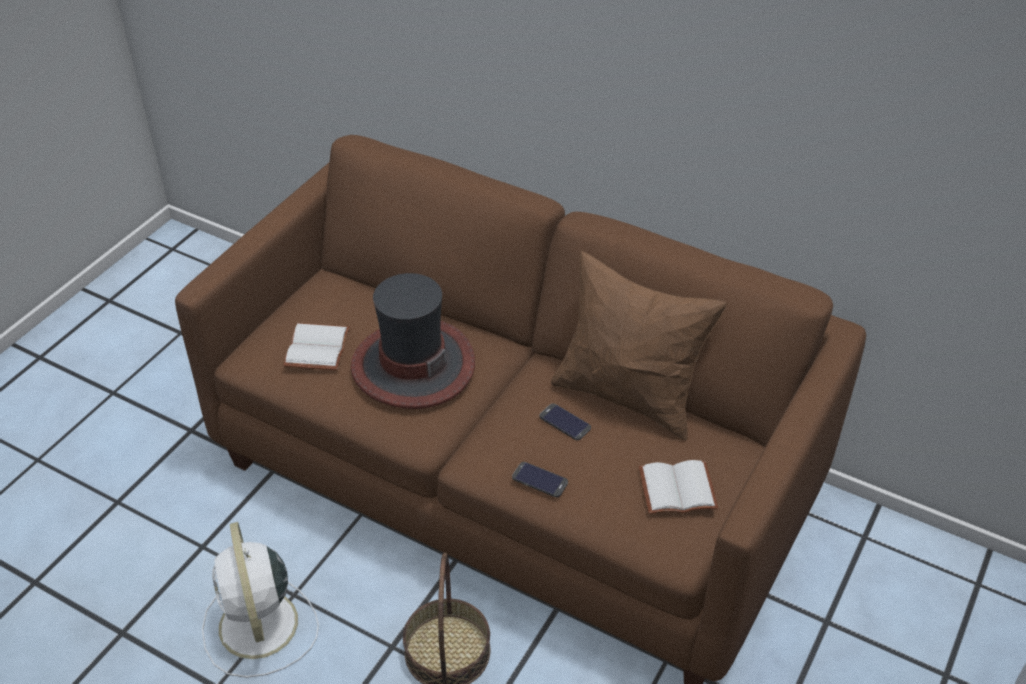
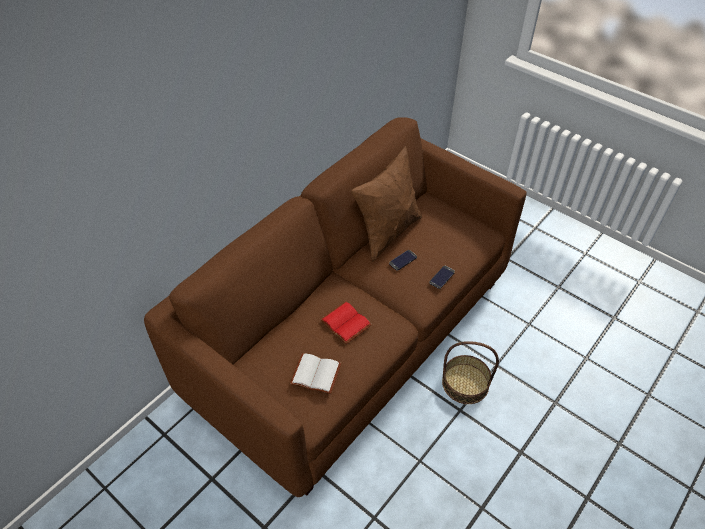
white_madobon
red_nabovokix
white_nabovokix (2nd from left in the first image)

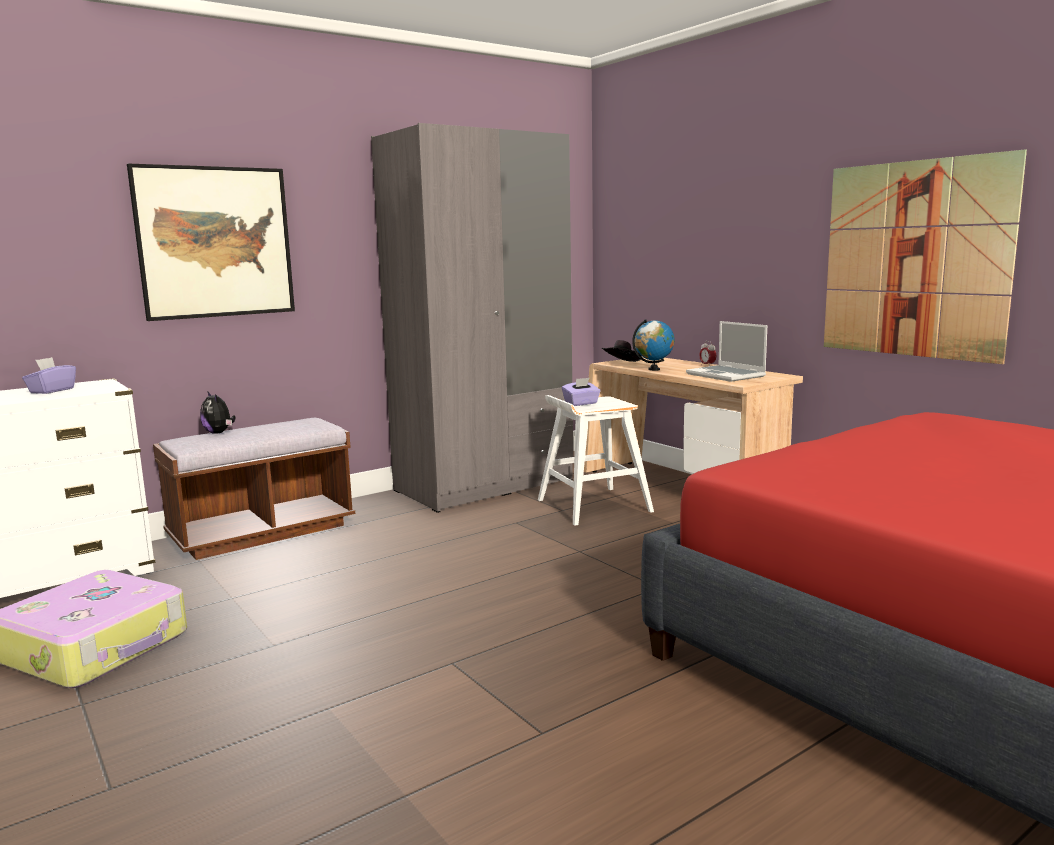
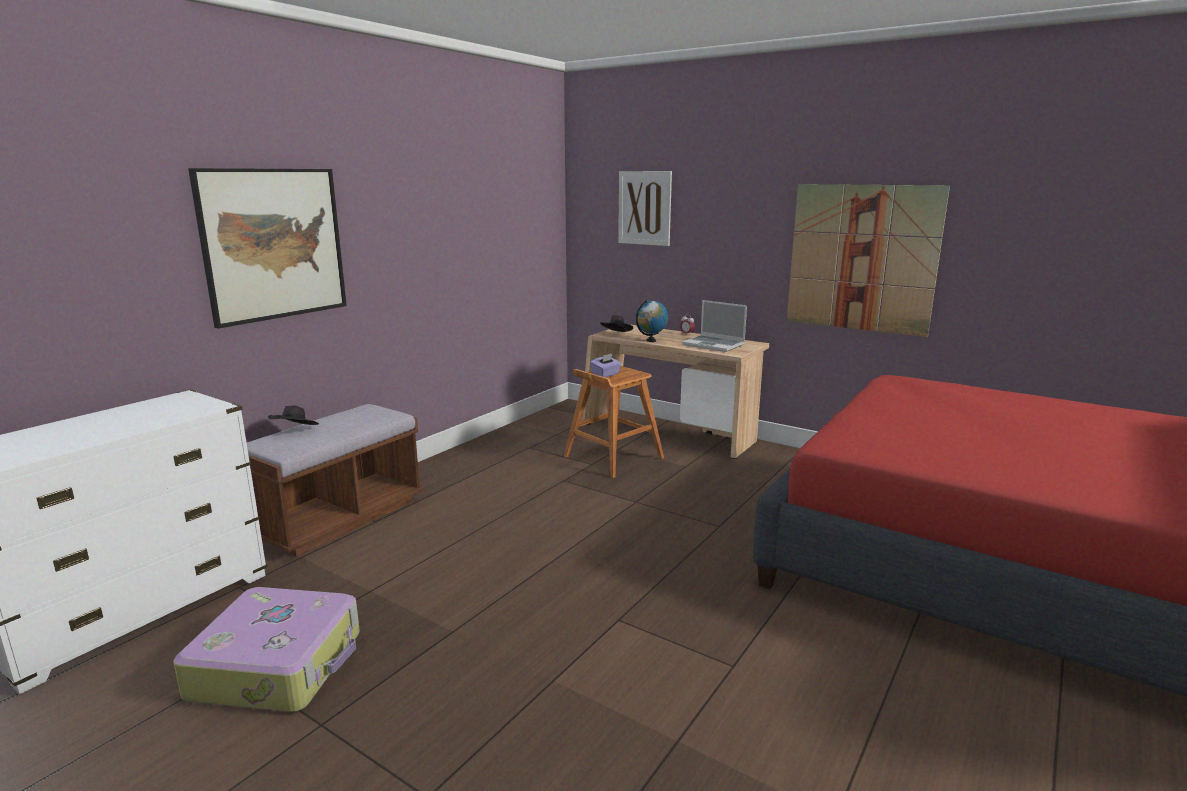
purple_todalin (1st from left in the first image)
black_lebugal (1st from left)
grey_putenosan
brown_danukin
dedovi (2nd from left)

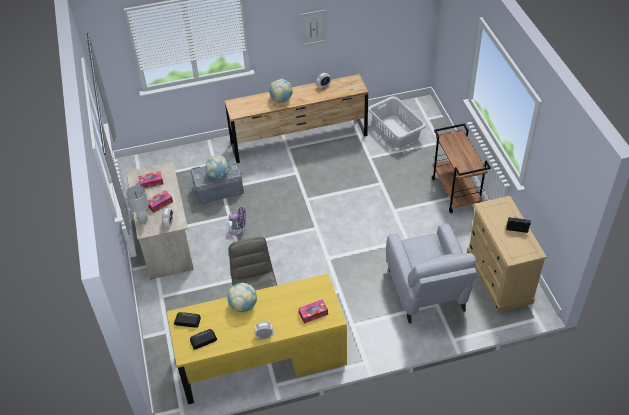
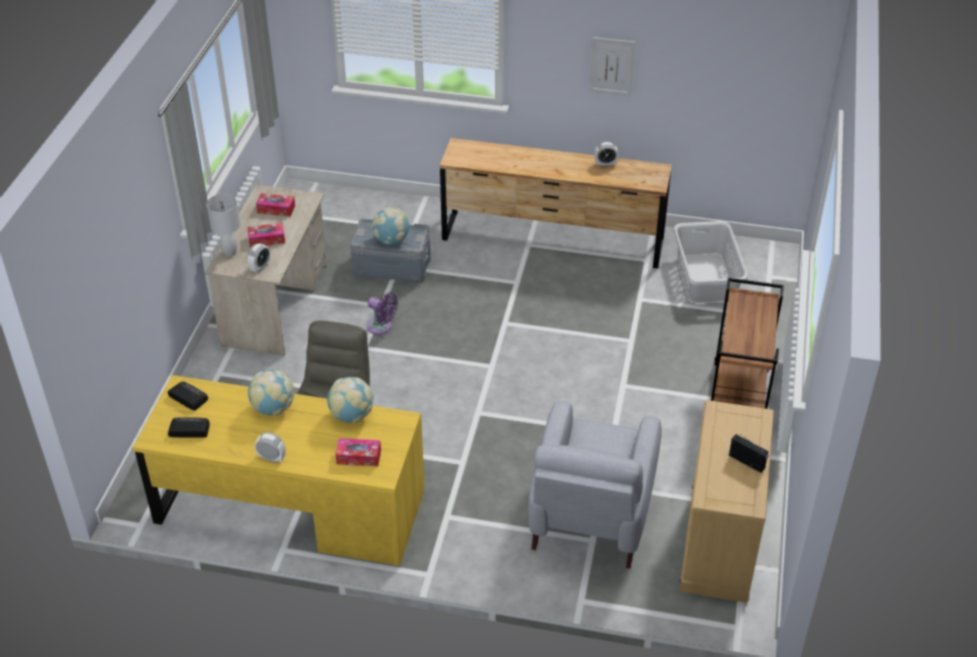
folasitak (2nd from left)

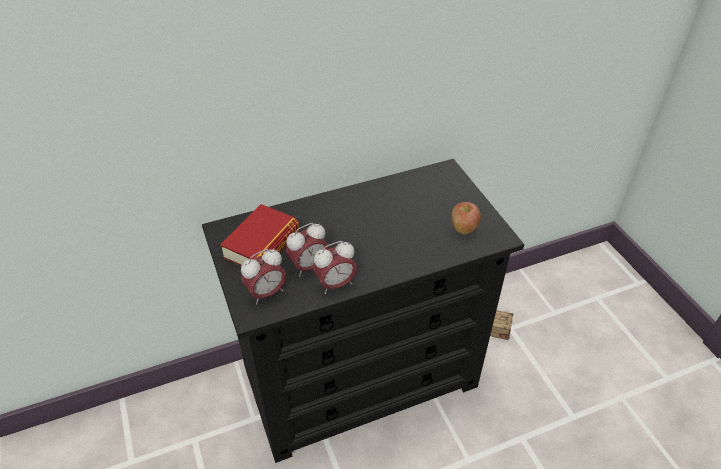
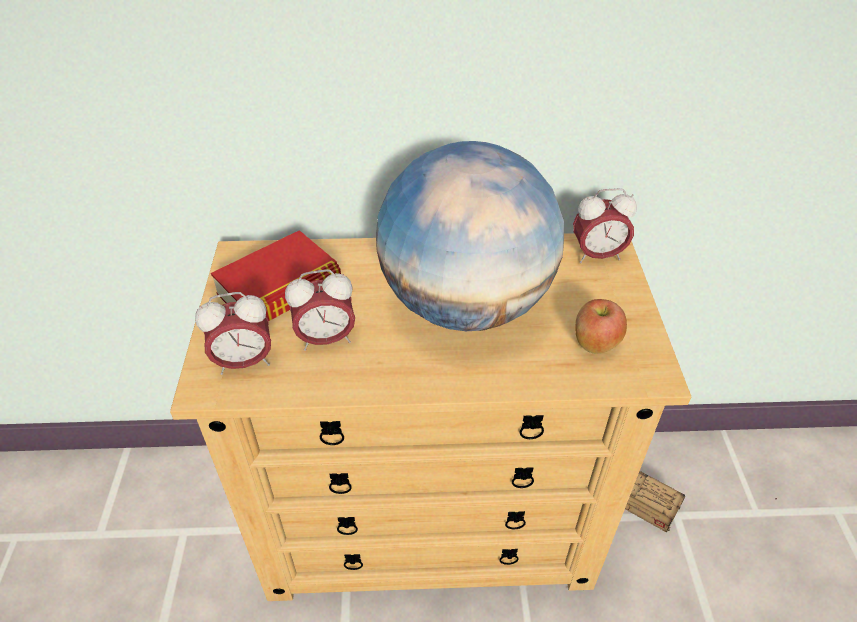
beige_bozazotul
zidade (3rd from left)
folasitak

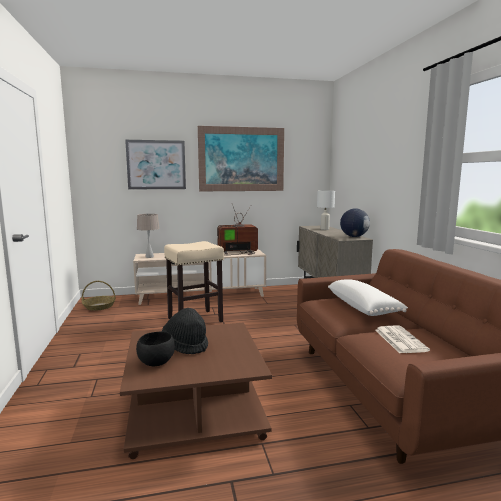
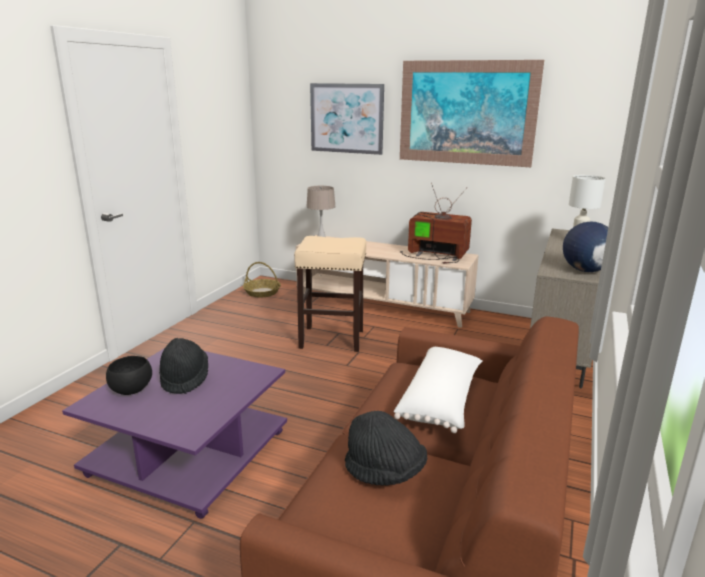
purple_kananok
black_lebugal (2nd from left)

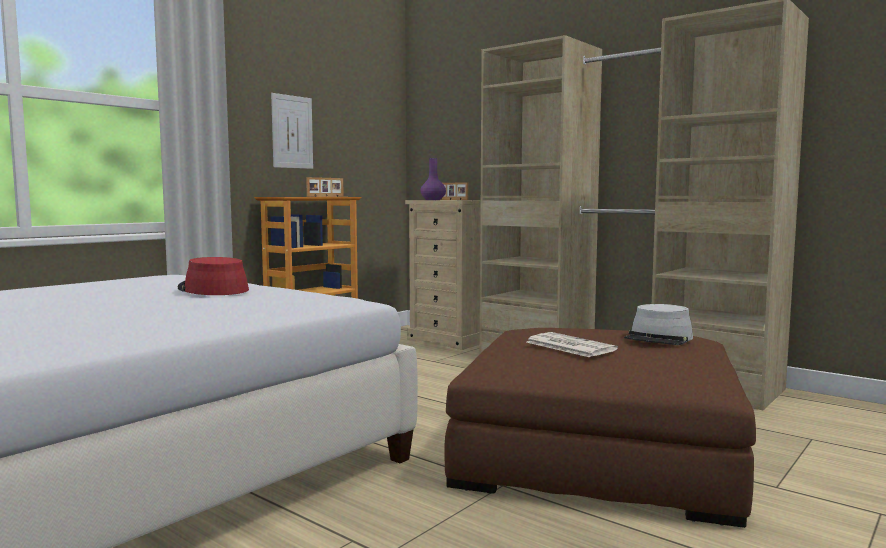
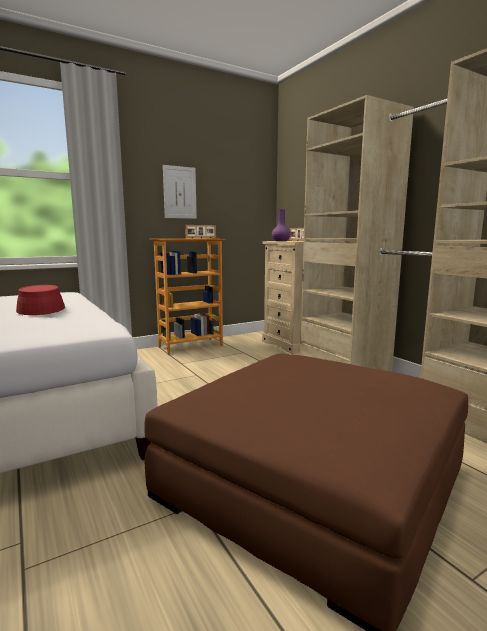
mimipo
grey_lebugal

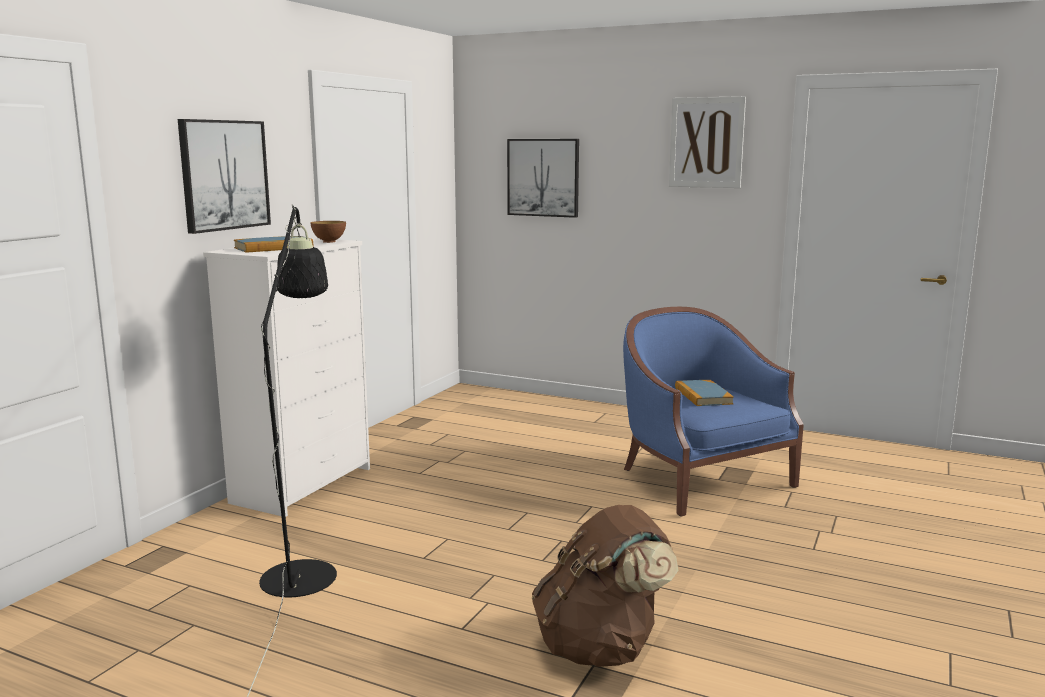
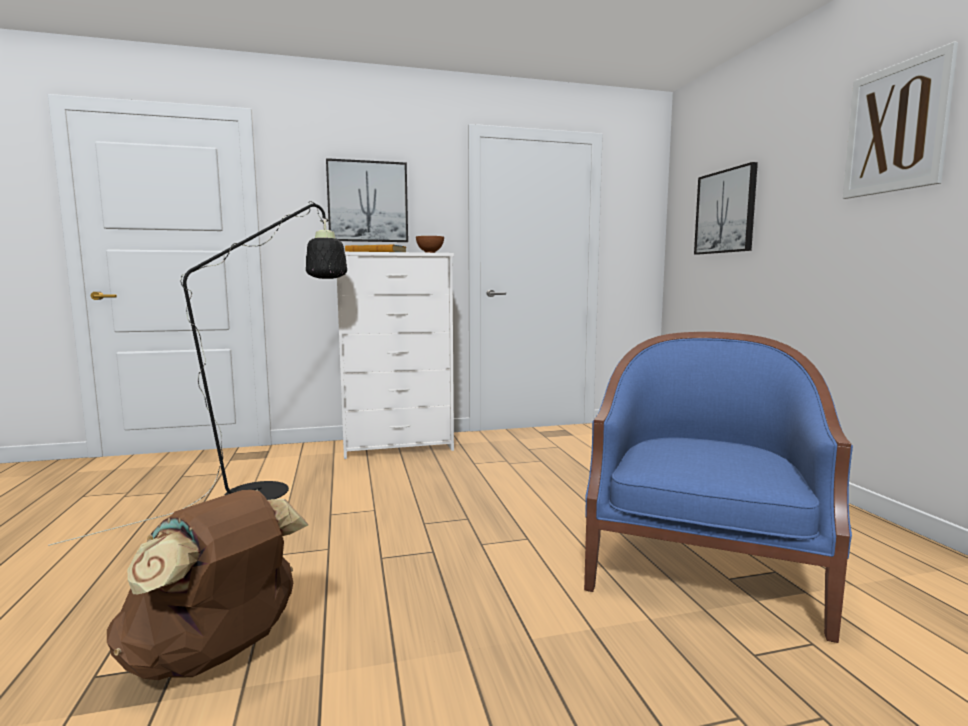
nabovokix (2nd from left in the first image)

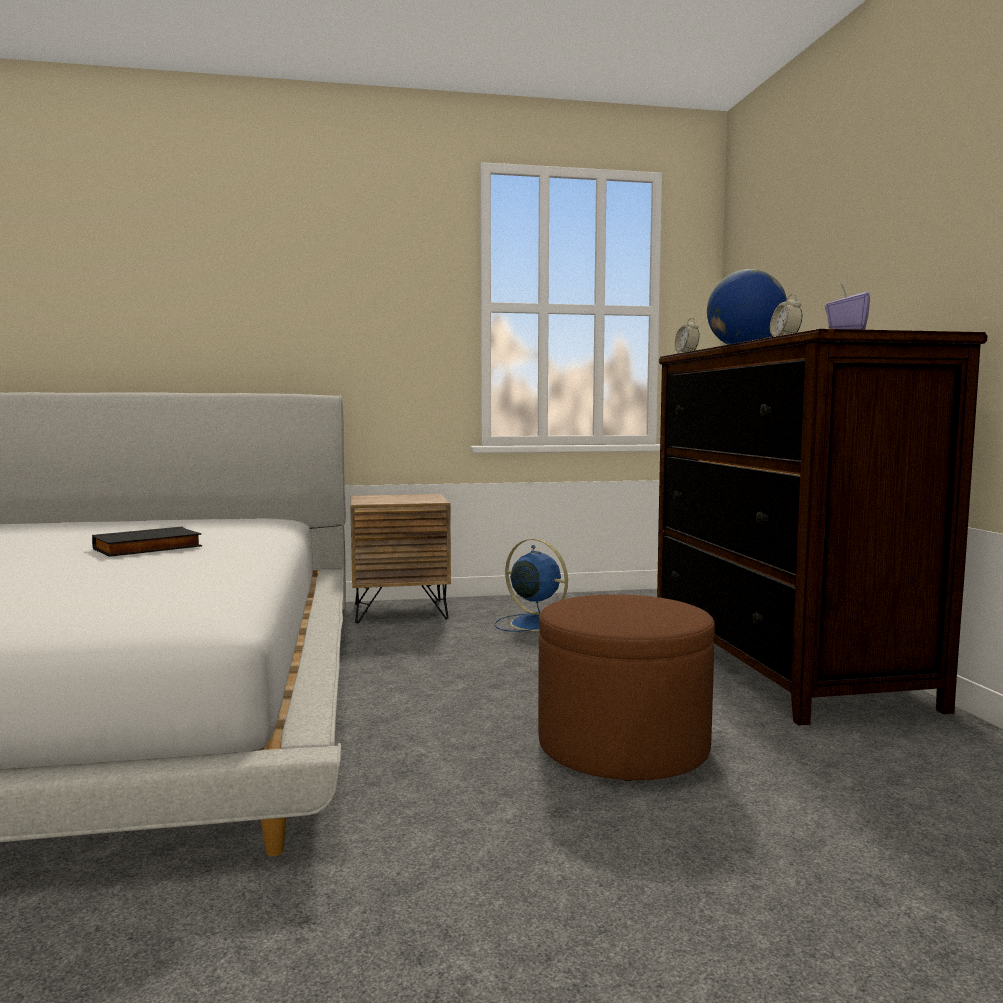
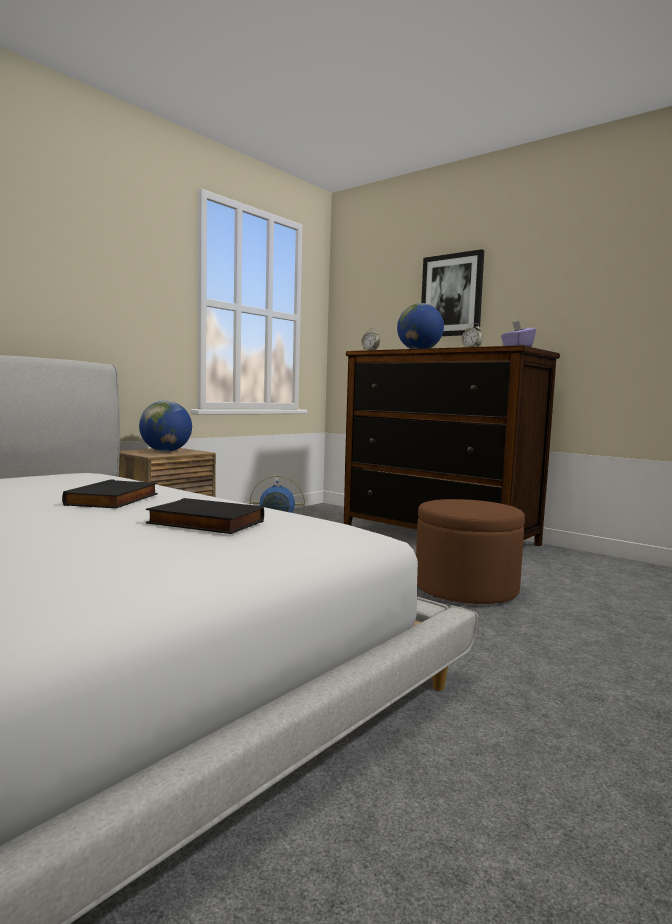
folasitak (1st from left)
black_nabovokix (2nd from left)
dedovi

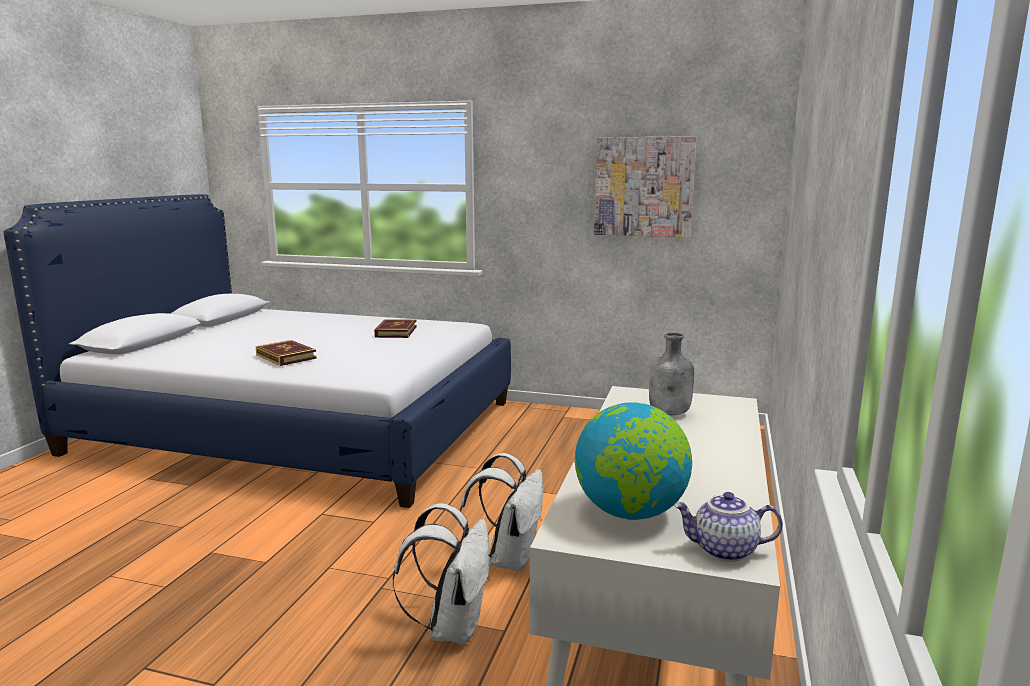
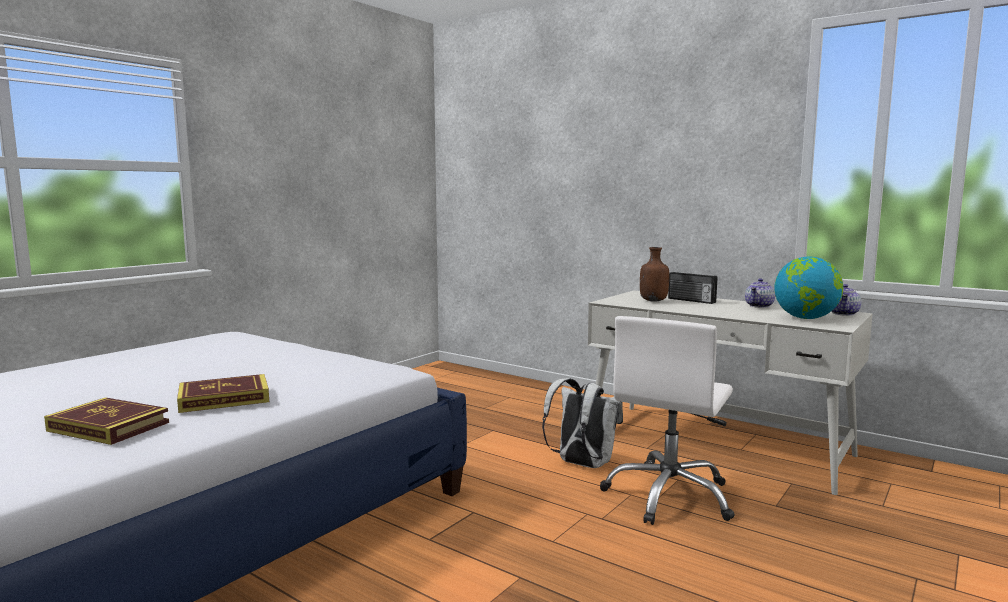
nabovokix (1st from left)
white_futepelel
dedovi
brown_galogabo
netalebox
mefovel (1st from left)

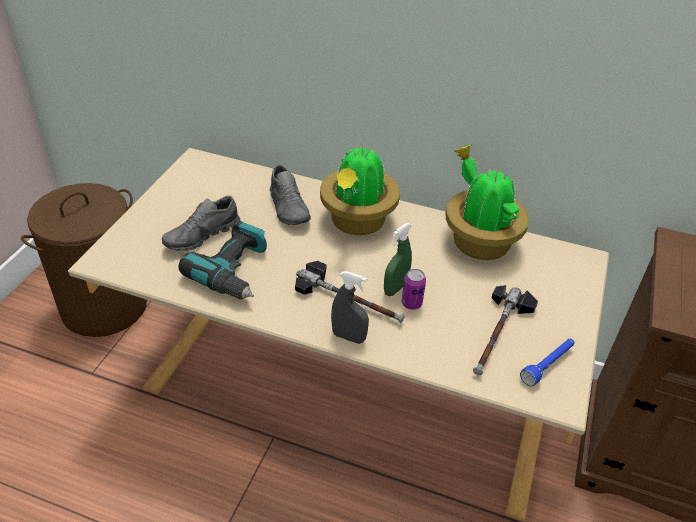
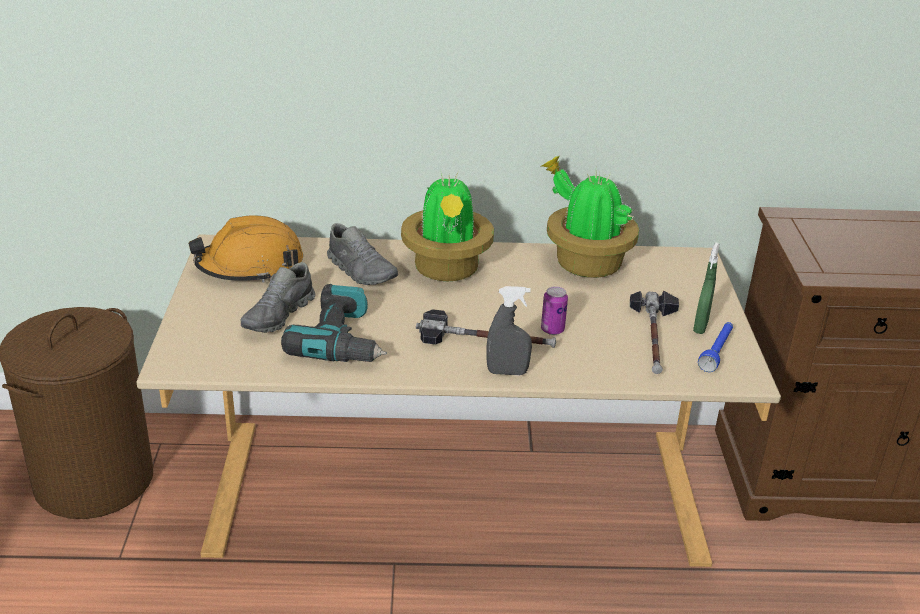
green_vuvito
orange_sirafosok

